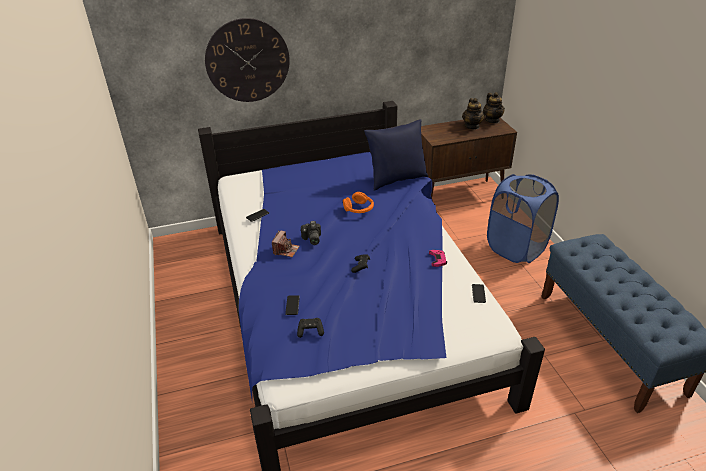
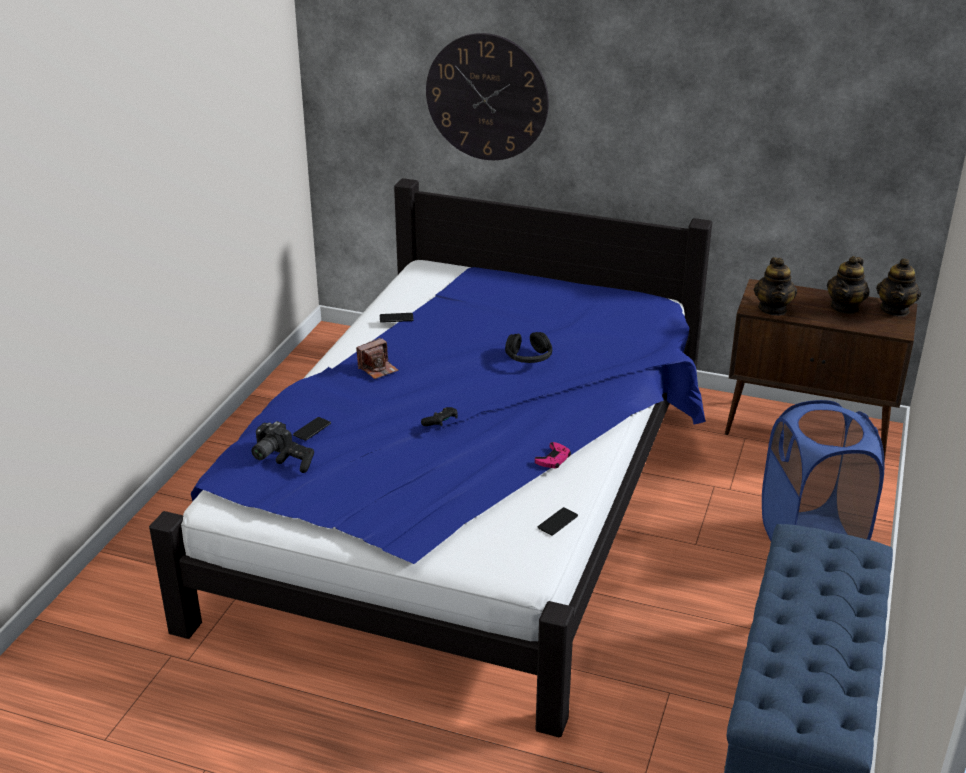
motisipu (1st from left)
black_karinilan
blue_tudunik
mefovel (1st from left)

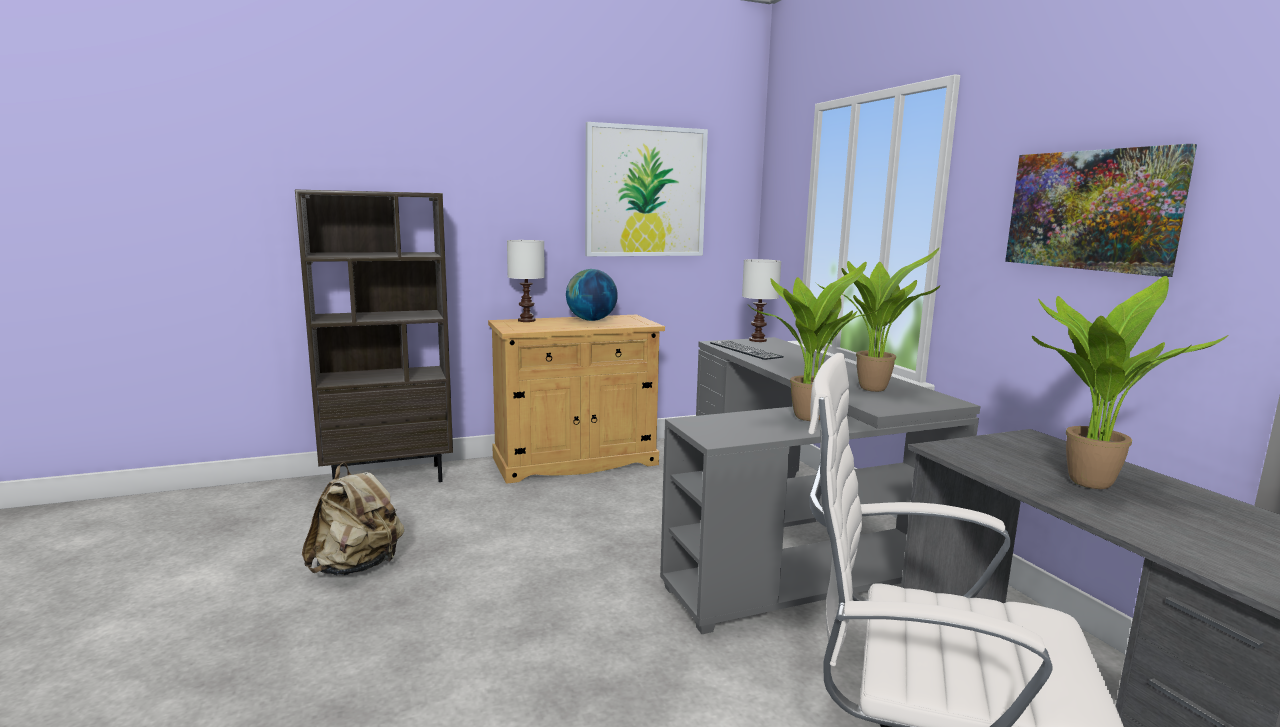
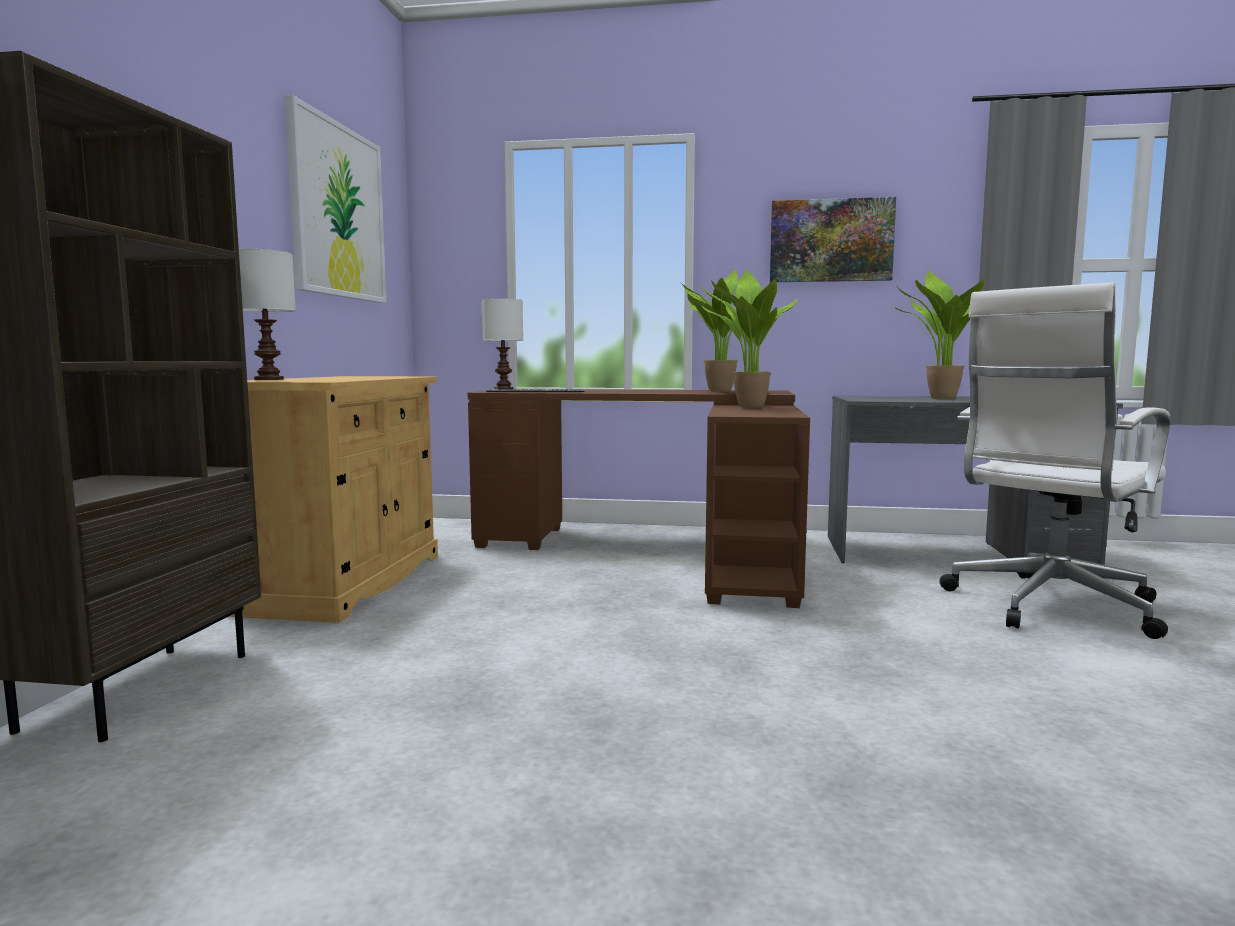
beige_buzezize
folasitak
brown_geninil

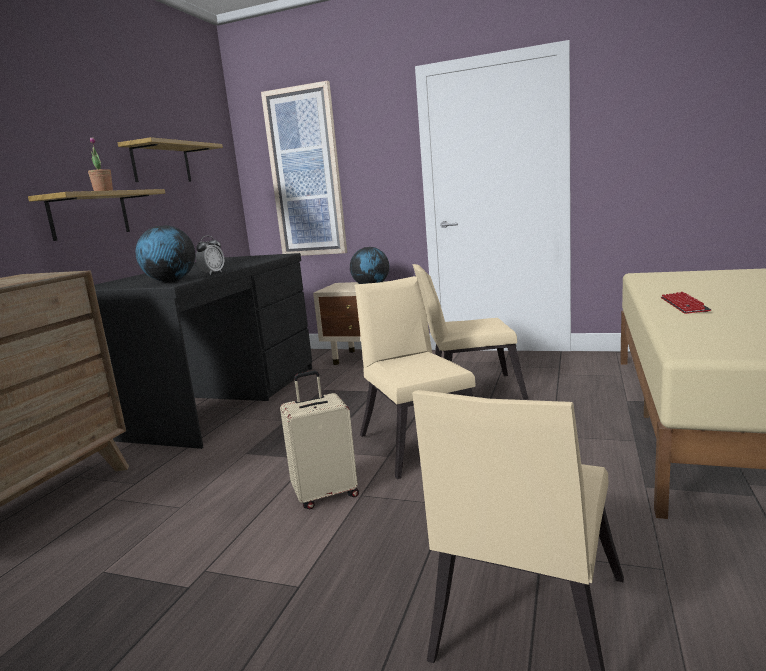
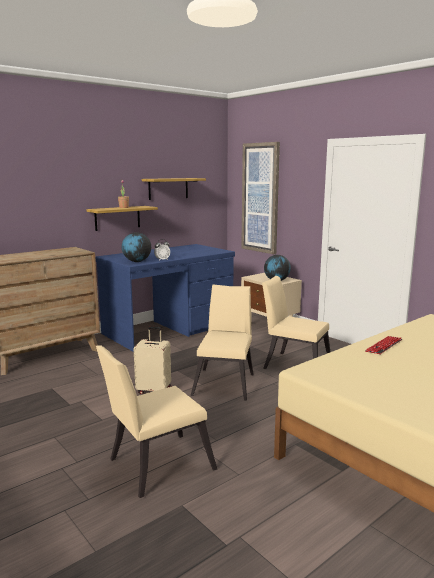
blue_geninil

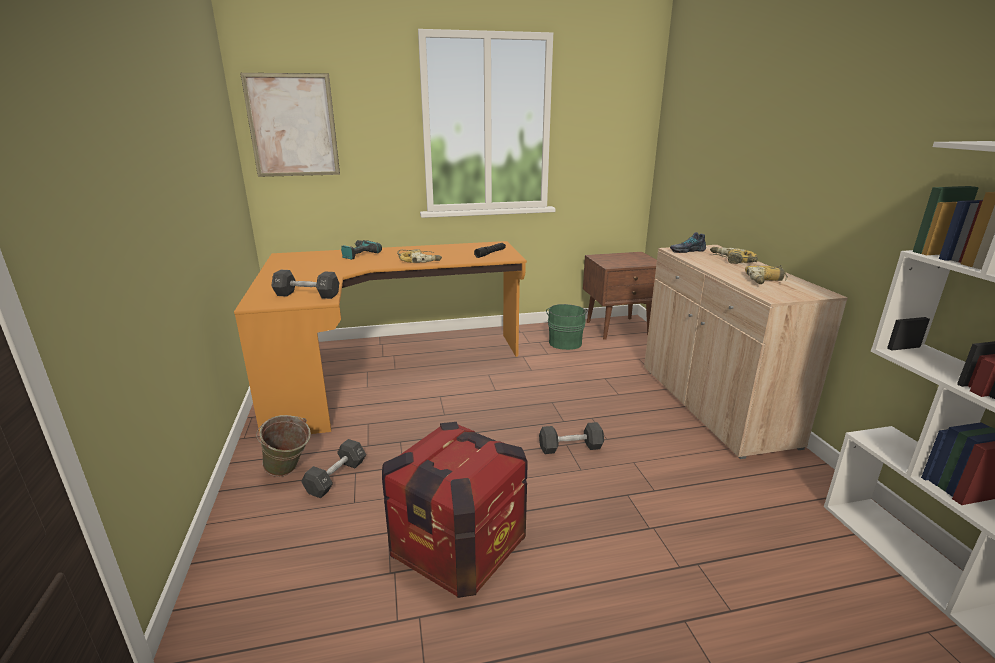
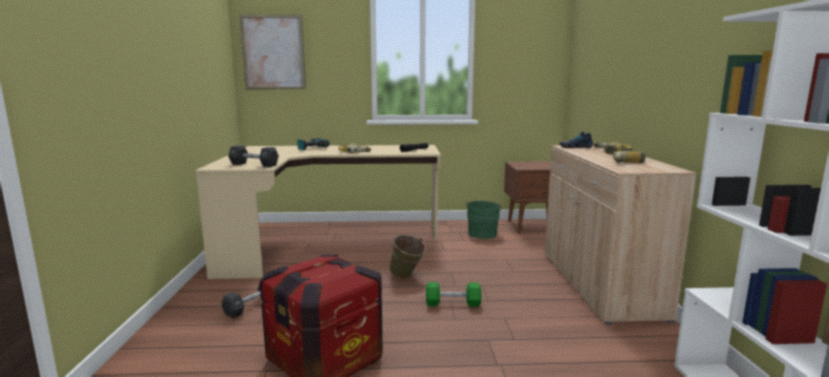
beige_geninil
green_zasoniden (1st from left)
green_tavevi

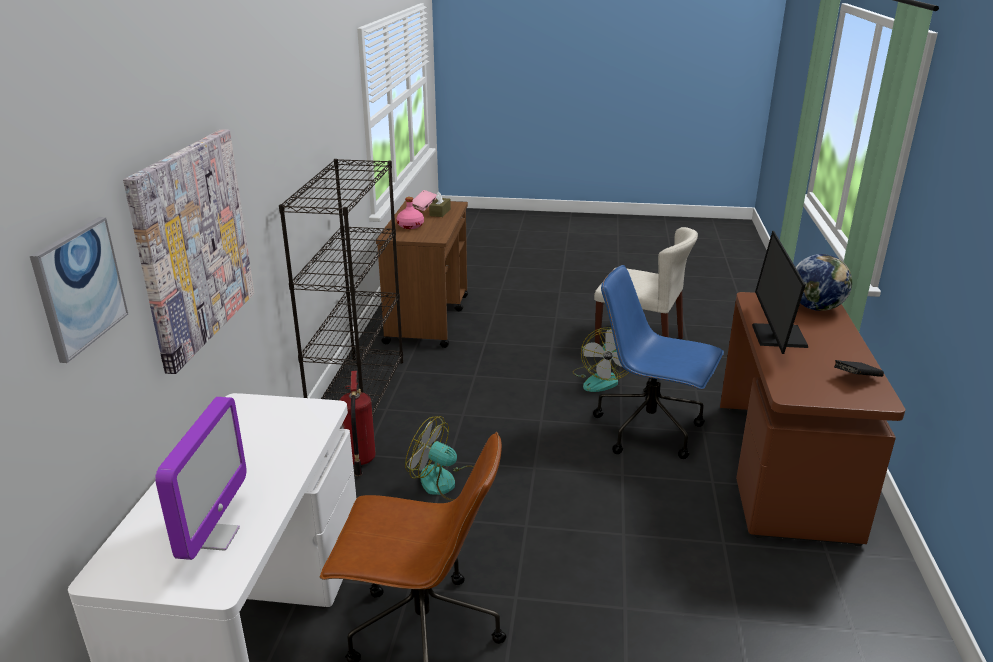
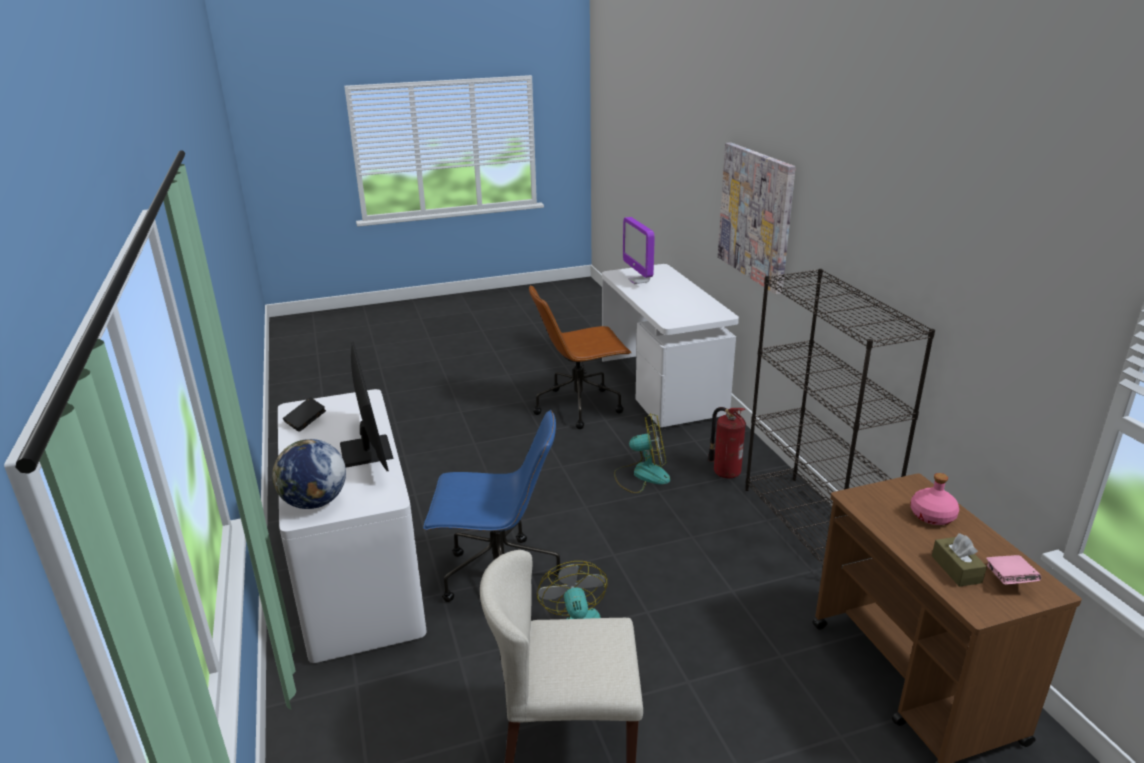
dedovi (1st from left in the first image)
white_geninil (1st from left)

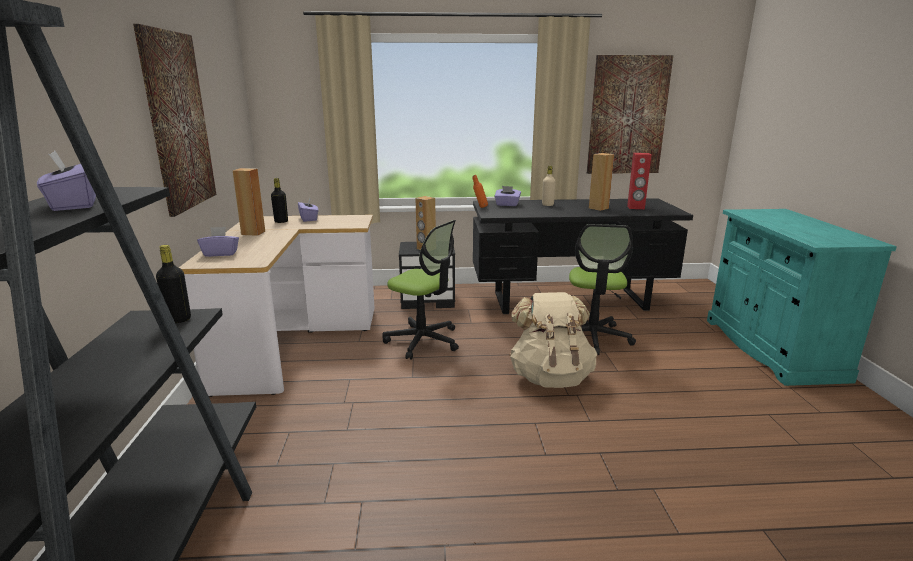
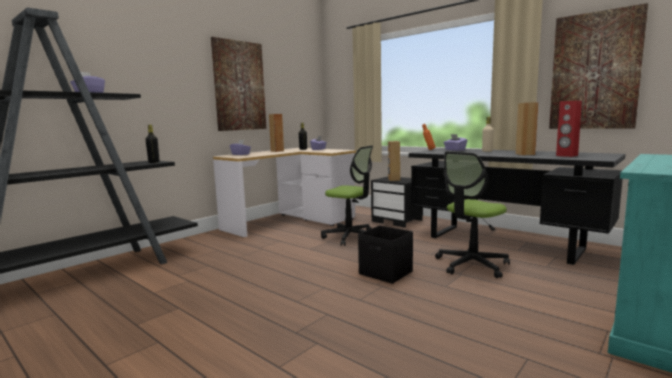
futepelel (1st from left)
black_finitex

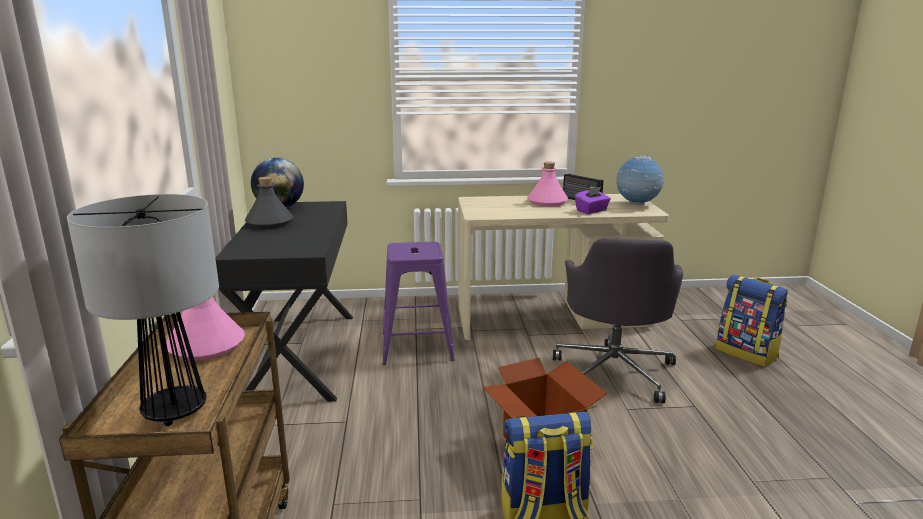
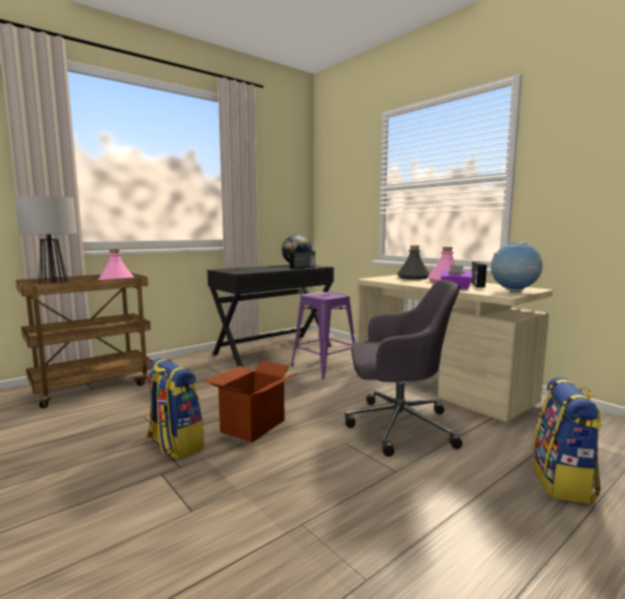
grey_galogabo
grey_futepelel
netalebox (1st from left)

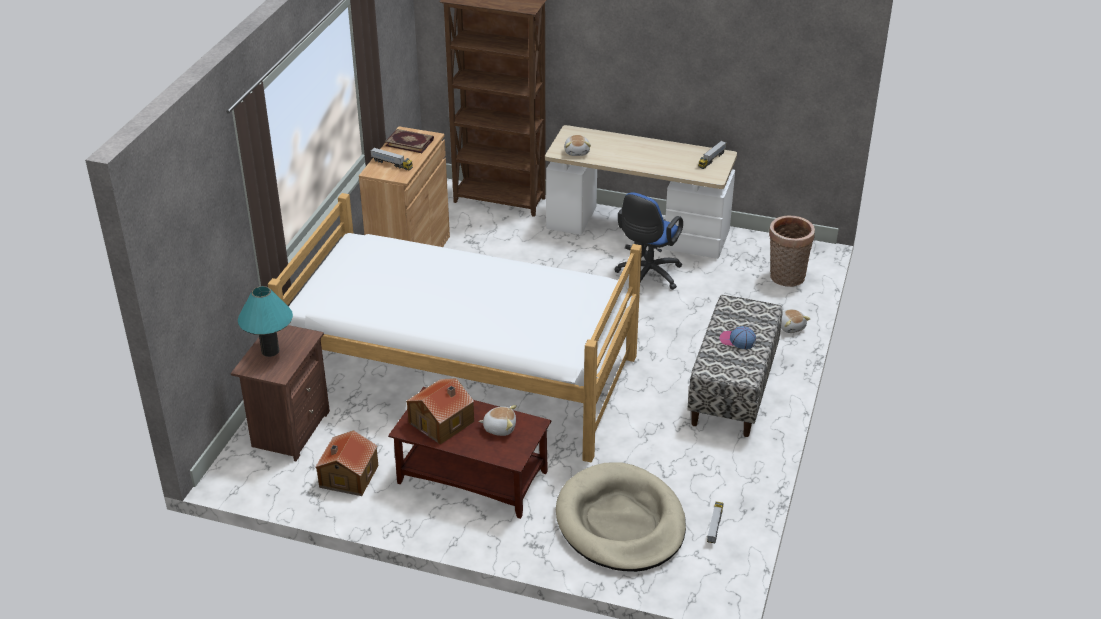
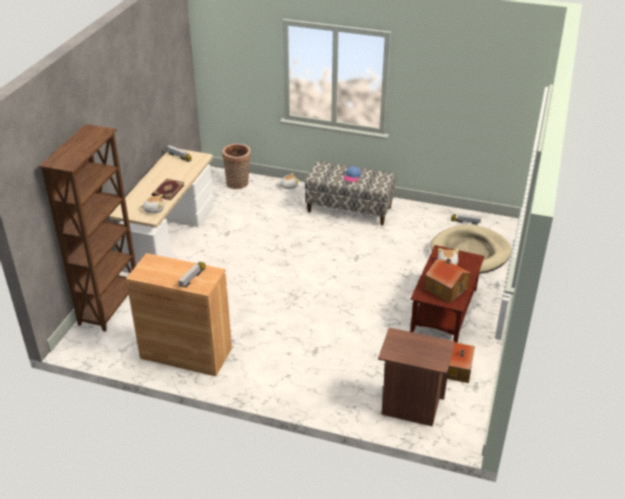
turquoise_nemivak
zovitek
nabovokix
blue_futepelel

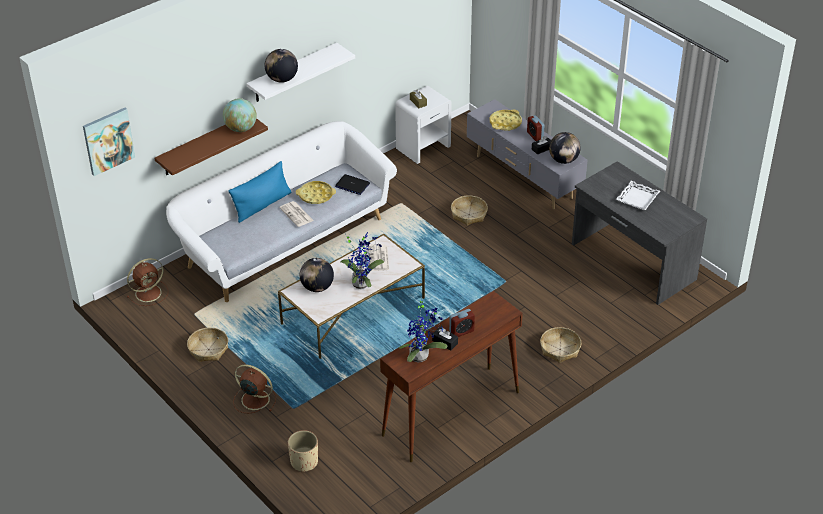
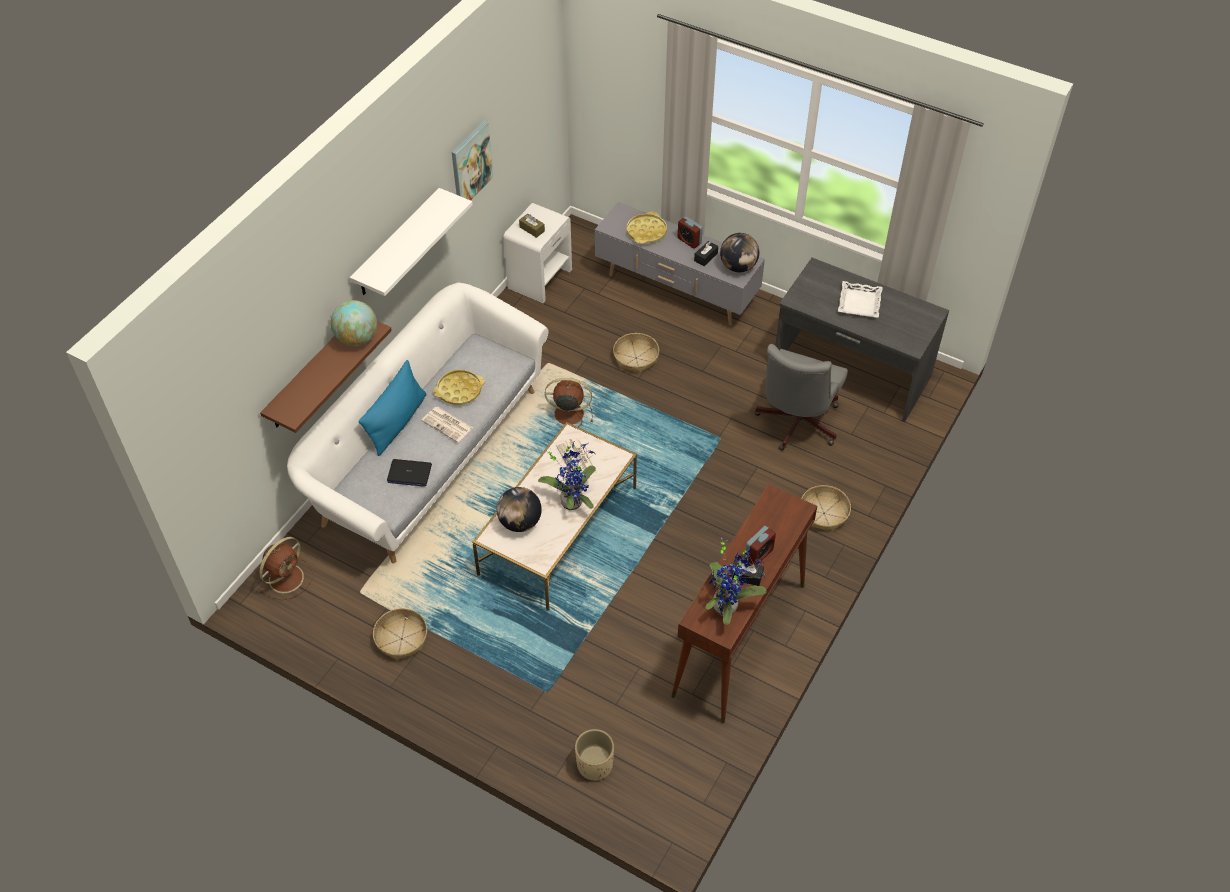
dedovi
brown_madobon (2nd from left)
folasitak (2nd from left in the first image)
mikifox
grey_futepelel

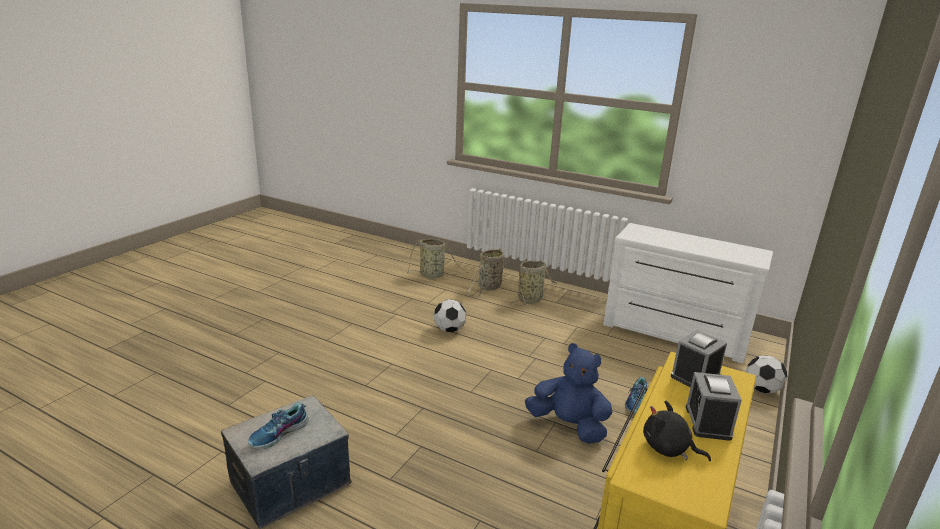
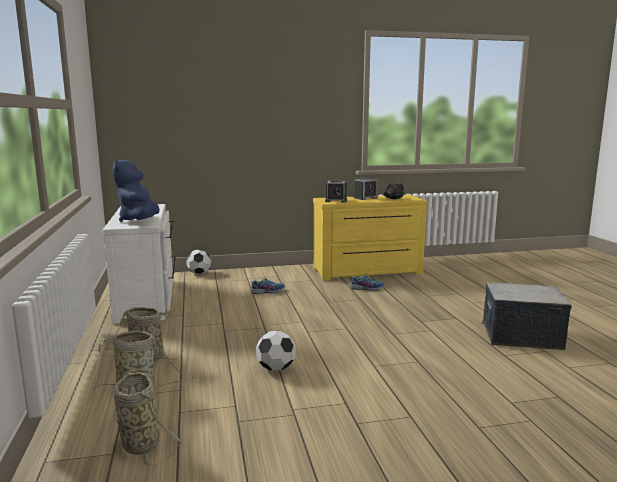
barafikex (2nd from left)
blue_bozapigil

